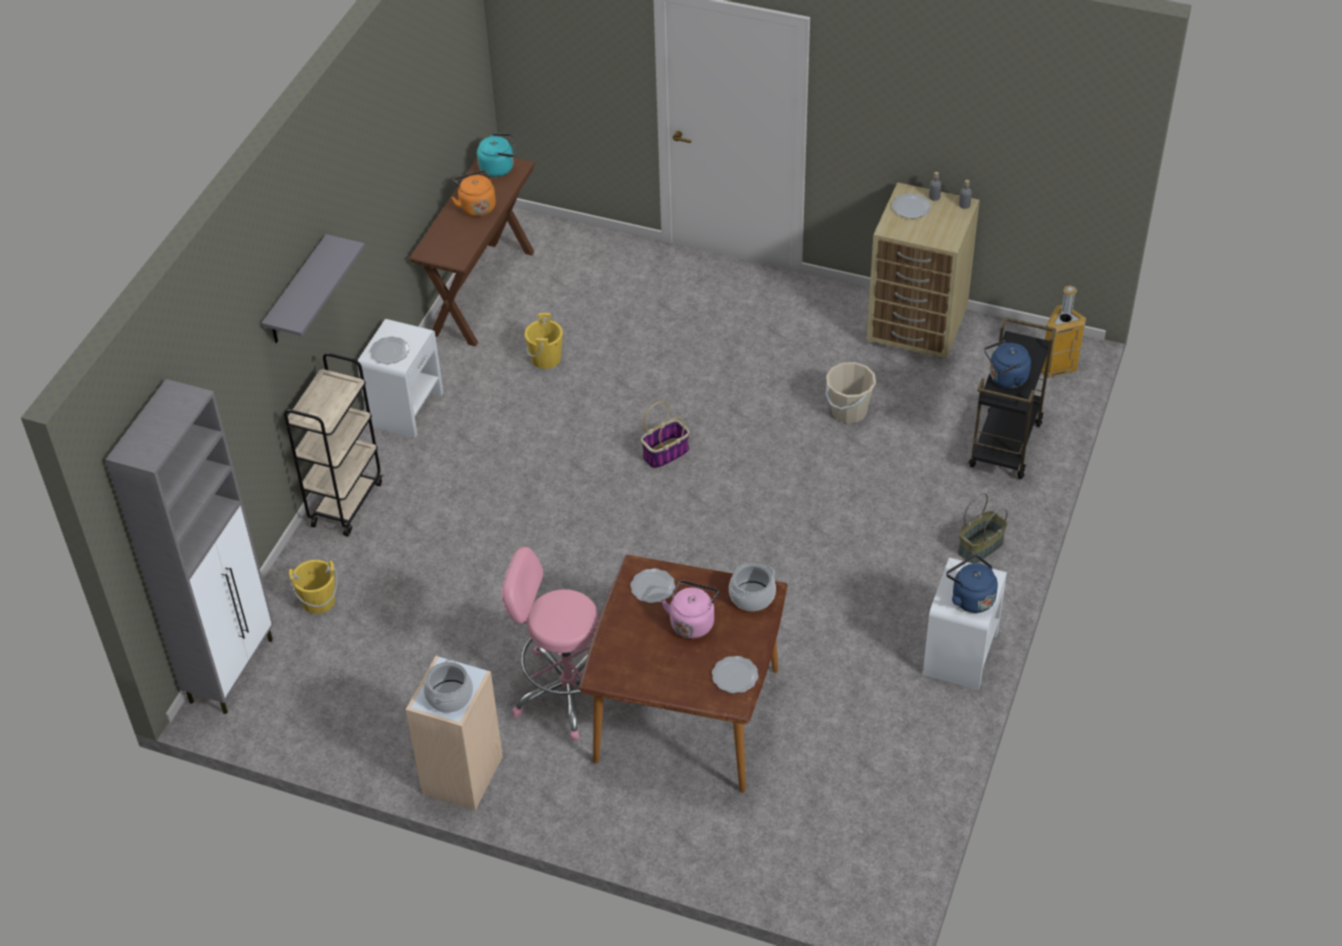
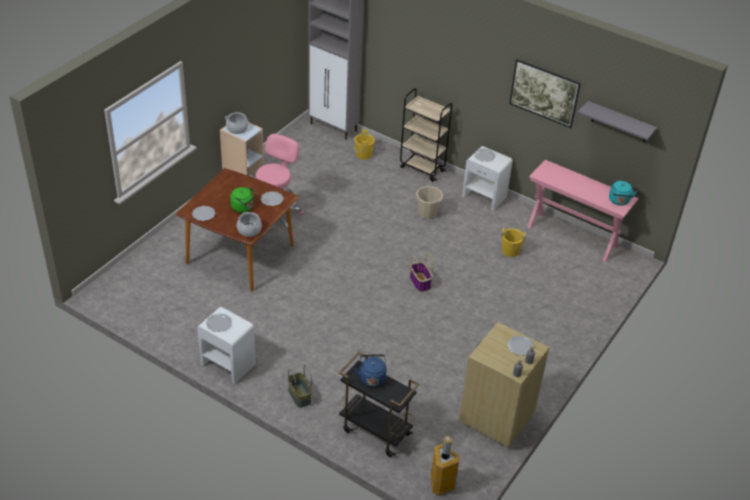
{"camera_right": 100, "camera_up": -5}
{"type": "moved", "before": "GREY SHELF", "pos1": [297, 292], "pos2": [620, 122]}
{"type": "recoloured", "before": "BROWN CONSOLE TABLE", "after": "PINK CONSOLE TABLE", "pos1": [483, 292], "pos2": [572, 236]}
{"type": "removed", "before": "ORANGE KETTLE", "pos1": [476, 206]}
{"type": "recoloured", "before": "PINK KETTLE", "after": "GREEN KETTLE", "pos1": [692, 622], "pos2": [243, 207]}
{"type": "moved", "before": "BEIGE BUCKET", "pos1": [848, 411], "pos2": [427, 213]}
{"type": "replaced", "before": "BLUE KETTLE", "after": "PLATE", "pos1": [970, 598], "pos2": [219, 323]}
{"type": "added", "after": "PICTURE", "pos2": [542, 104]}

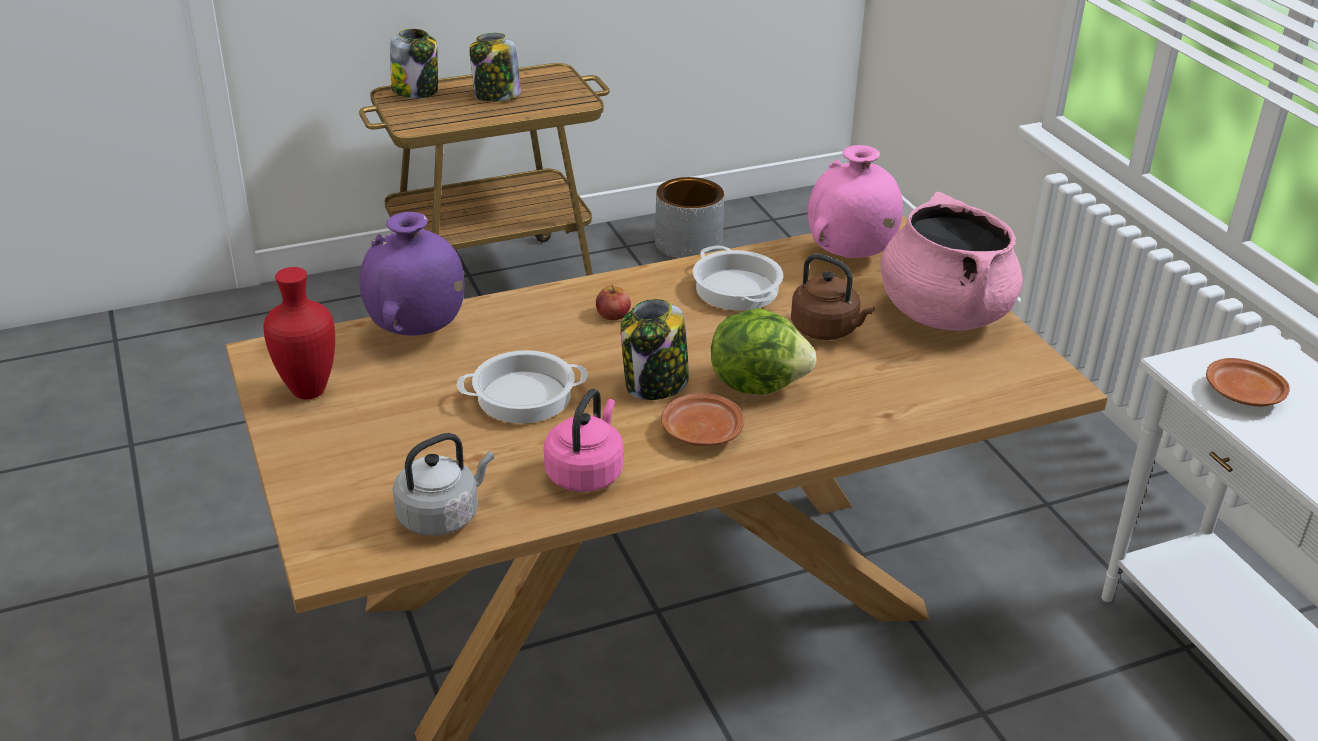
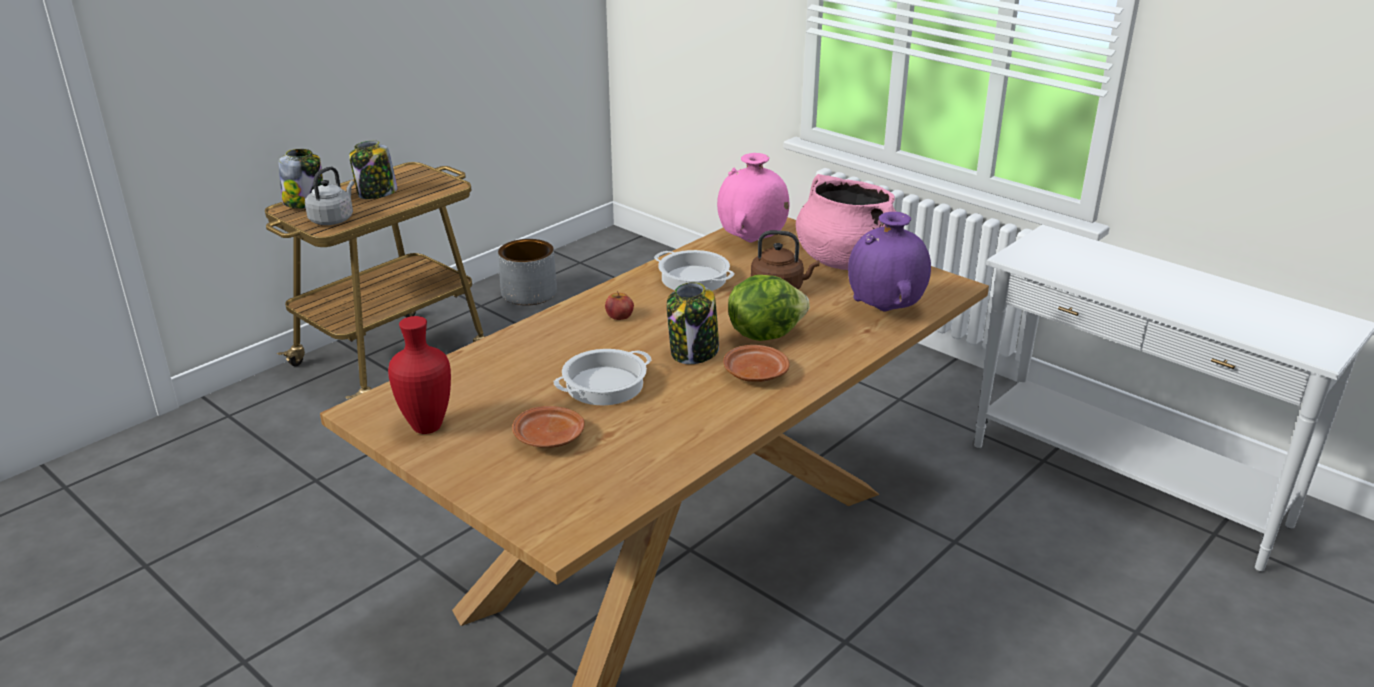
{"camera_right": -25, "camera_up": -5}
{"type": "moved", "before": "PURPLE VASE", "pos1": [417, 332], "pos2": [885, 309]}
{"type": "moved", "before": "GREY KETTLE", "pos1": [442, 515], "pos2": [333, 219]}
{"type": "removed", "before": "PINK KETTLE", "pos1": [586, 472]}
{"type": "moved", "before": "BROWN PLATE", "pos1": [1244, 395], "pos2": [550, 438]}

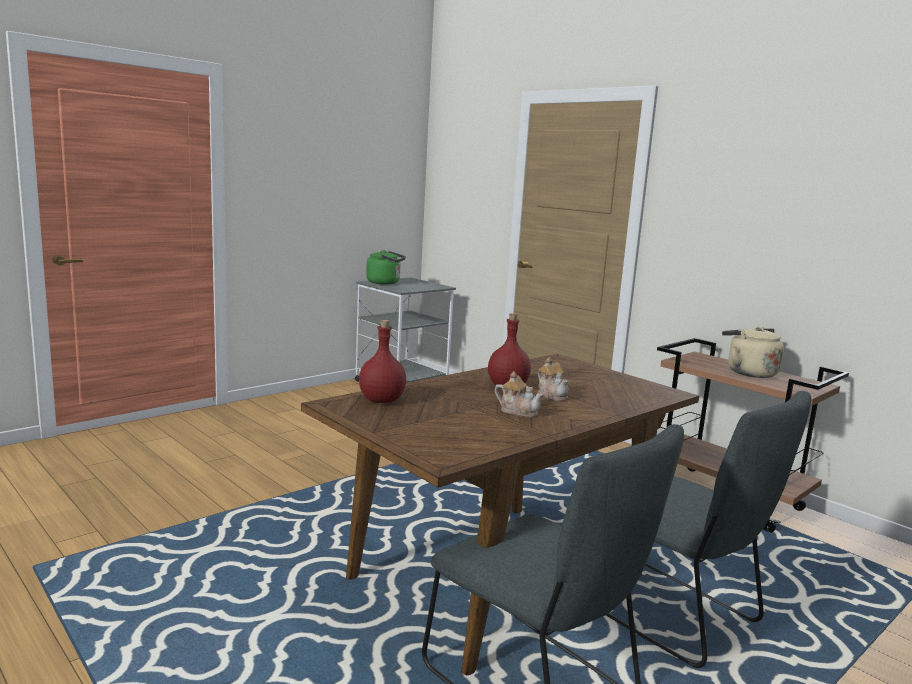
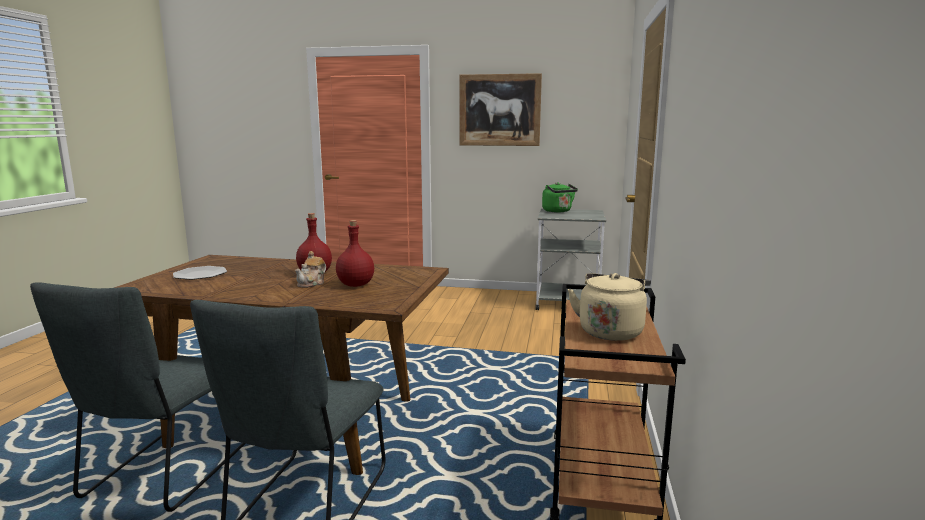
{"camera_right": 55, "camera_up": 0}
{"type": "moved", "before": "RED BOTTLE", "pos1": [382, 400], "pos2": [355, 285]}
{"type": "removed", "before": "TEAPOT", "pos1": [518, 411]}
{"type": "added", "after": "PLATE", "pos2": [200, 274]}
{"type": "added", "after": "PICTURE", "pos2": [499, 110]}

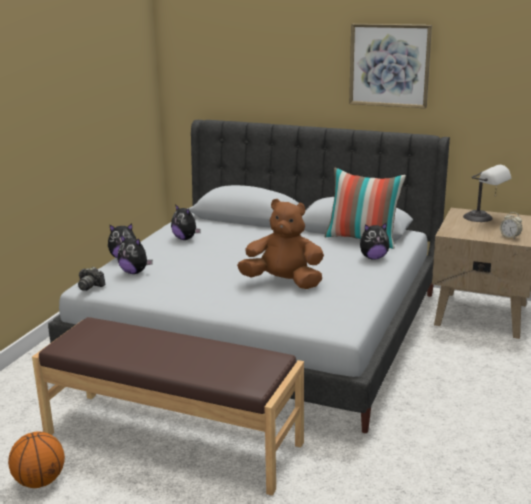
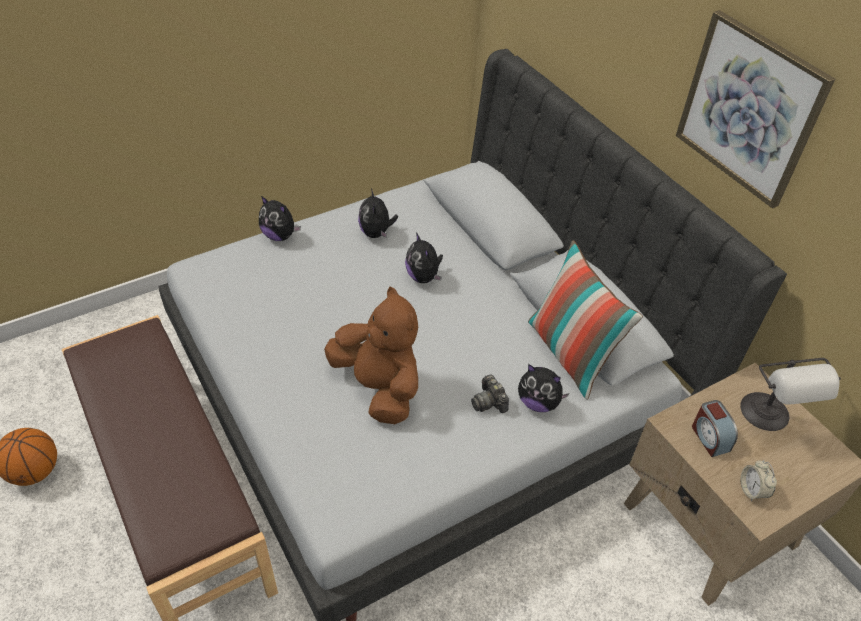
{"camera_right": 35, "camera_up": 25}
{"type": "moved", "before": "PHOTO CAMERA", "pos1": [90, 286], "pos2": [489, 402]}
{"type": "moved", "before": "PLUSH TOY", "pos1": [135, 272], "pos2": [423, 277]}
{"type": "added", "after": "ALARM CLOCK", "pos2": [709, 438]}

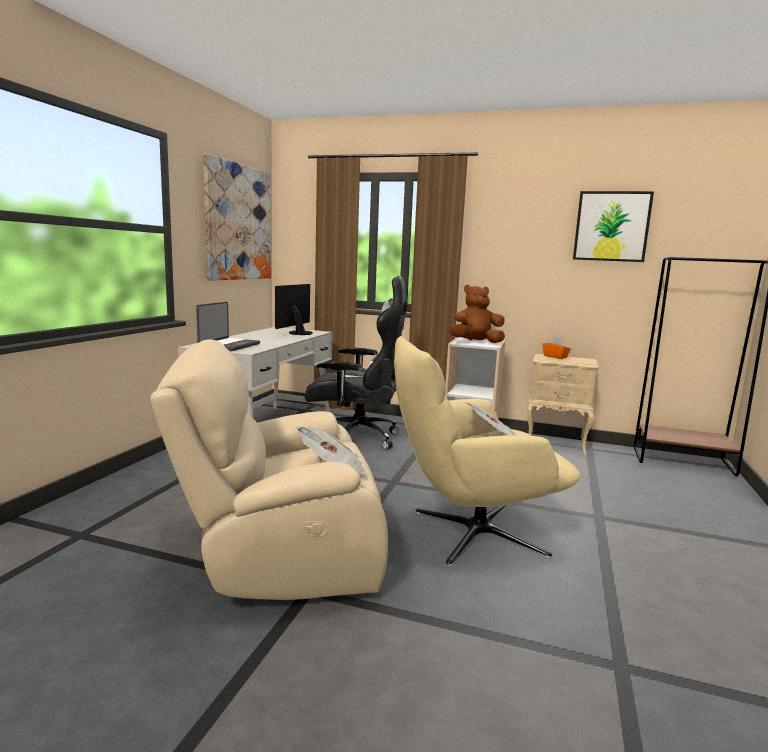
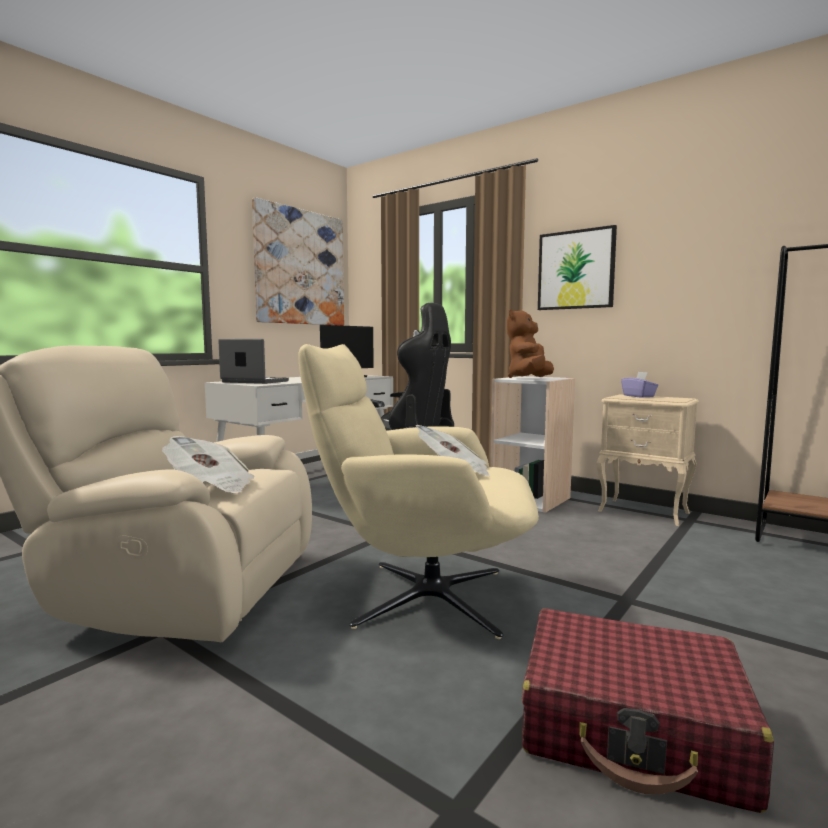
{"camera_right": 20, "camera_up": -5}
{"type": "turned", "before": "LAPTOP", "pos1": [228, 345], "pos2": [254, 382], "turn": -105}
{"type": "turned", "before": "BROWN PLUSH TOY", "pos1": [475, 342], "pos2": [529, 378], "turn": -75}
{"type": "recoloured", "before": "ORANGE TISSUE BOX", "after": "PURPLE TISSUE BOX", "pos1": [555, 357], "pos2": [639, 396]}
{"type": "moved", "before": "PICTURE", "pos1": [611, 226], "pos2": [576, 270]}
{"type": "added", "after": "RED SUITCASE", "pos2": [632, 727]}

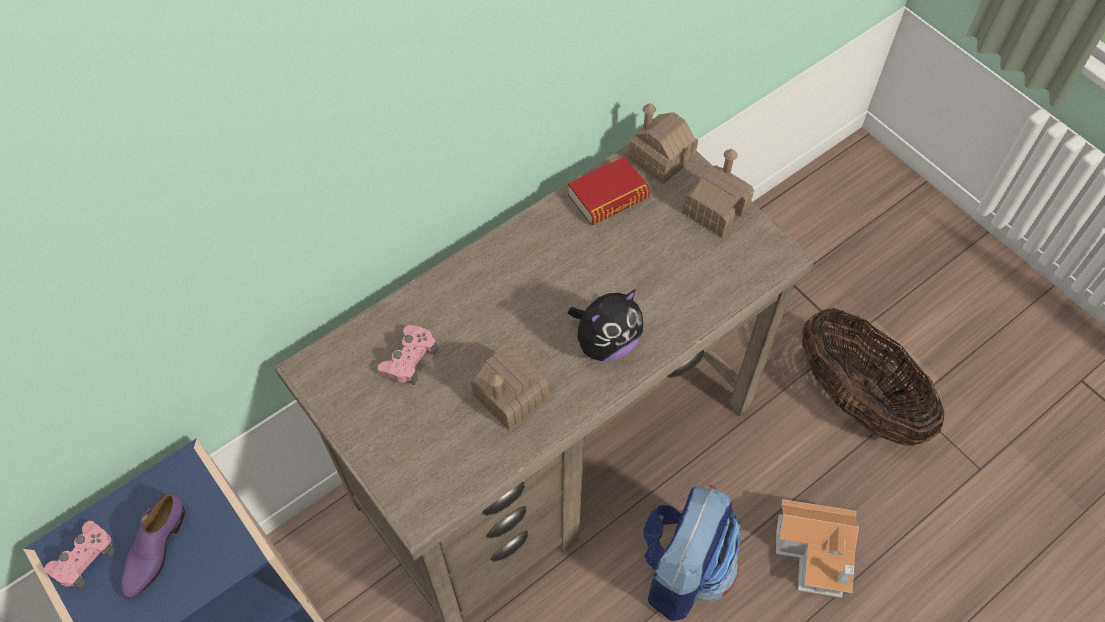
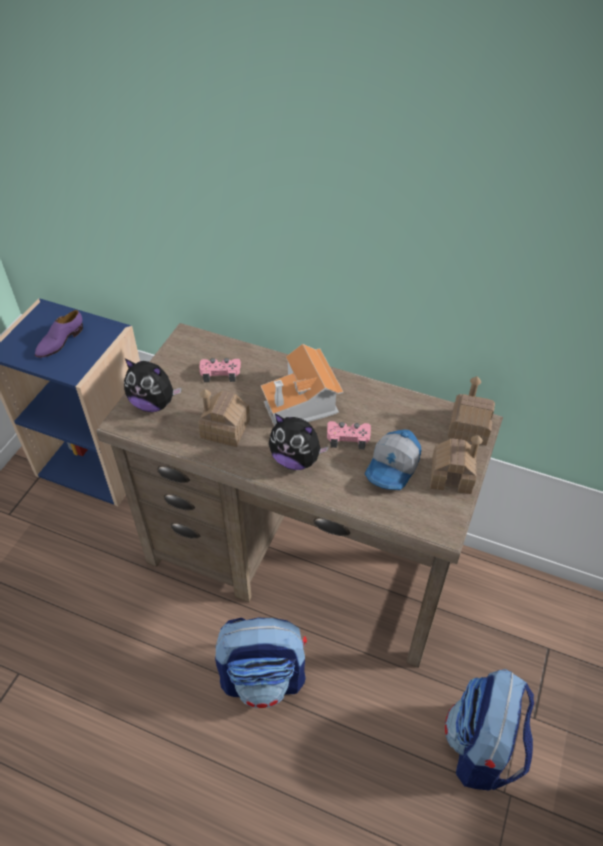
{"camera_right": 60, "camera_up": -10}
{"type": "moved", "before": "PINK GAME CONTROLLER", "pos1": [84, 558], "pos2": [348, 437]}
{"type": "turned", "before": "PURPLE SHOE", "pos1": [155, 550], "pos2": [60, 342], "turn": -45}
{"type": "removed", "before": "BOOK", "pos1": [608, 197]}
{"type": "moved", "before": "TOY HOUSE", "pos1": [816, 554], "pos2": [301, 404]}
{"type": "replaced", "before": "BASKET", "after": "BACKPACK", "pos1": [857, 400], "pos2": [482, 747]}
{"type": "added", "after": "PLUSH TOY", "pos2": [154, 403]}
{"type": "added", "after": "CAP", "pos2": [393, 468]}

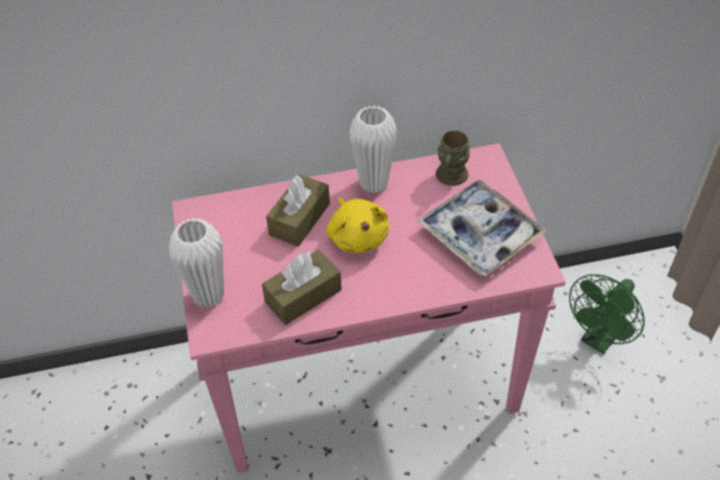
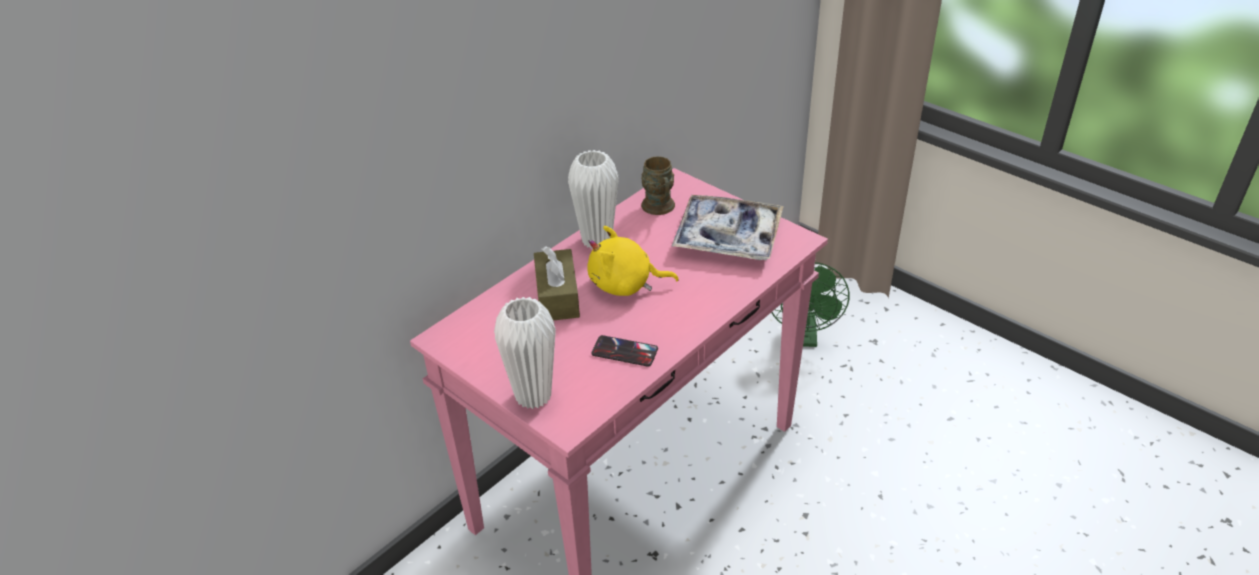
{"camera_right": -35, "camera_up": -10}
{"type": "replaced", "before": "BROWN TISSUE BOX", "after": "PHONE", "pos1": [303, 296], "pos2": [624, 351]}
{"type": "turned", "before": "YELLOW PLUSH TOY", "pos1": [358, 236], "pos2": [625, 285], "turn": 150}

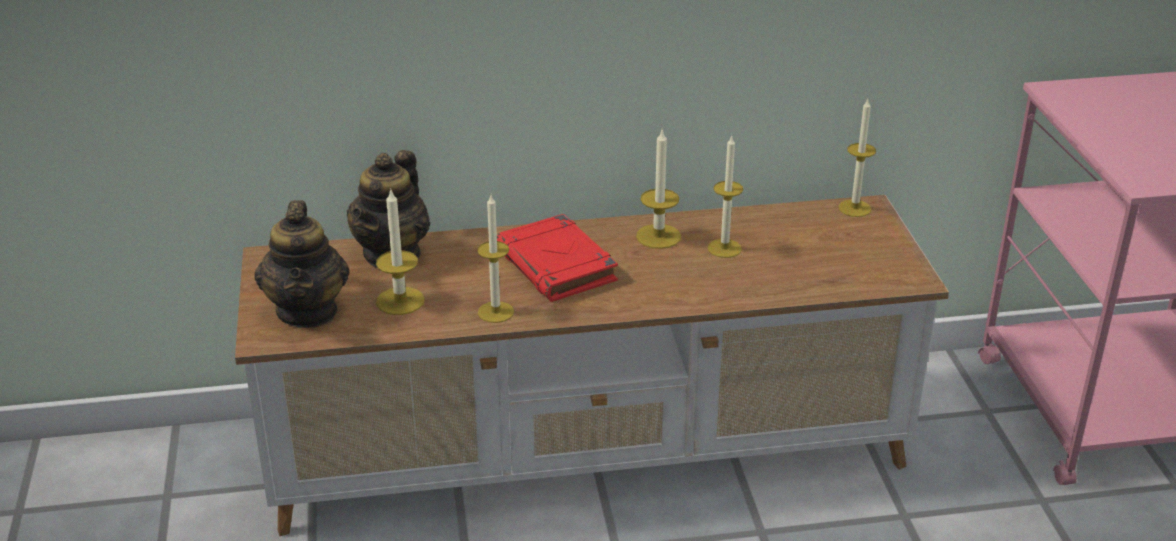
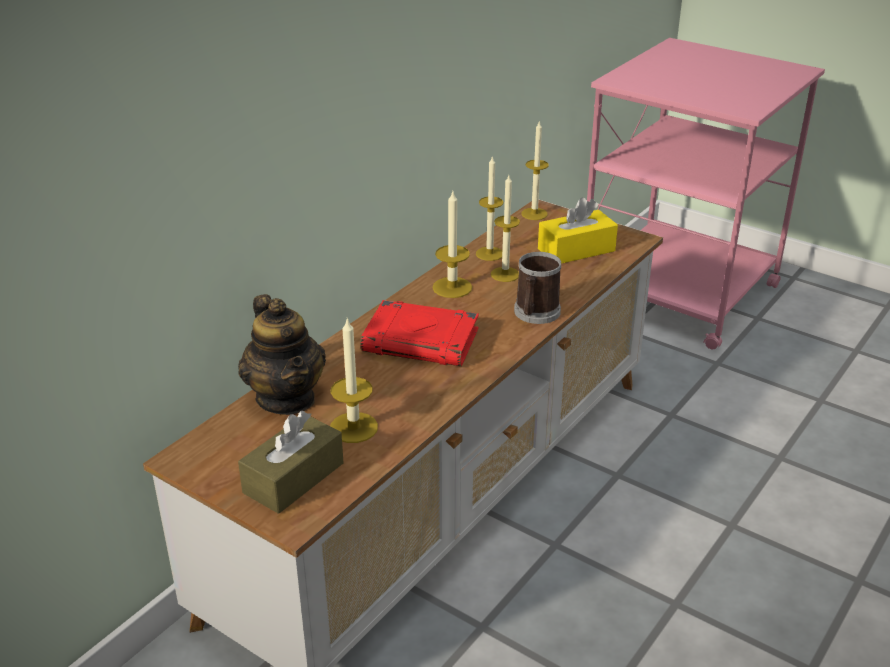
{"camera_right": -45, "camera_up": 0}
{"type": "replaced", "before": "TEAPOT", "after": "BROWN TISSUE BOX", "pos1": [308, 311], "pos2": [294, 478]}
{"type": "moved", "before": "CANDLE", "pos1": [495, 312], "pos2": [489, 254]}
{"type": "added", "after": "MUG", "pos2": [535, 314]}
{"type": "added", "after": "YELLOW TISSUE BOX", "pos2": [576, 250]}

